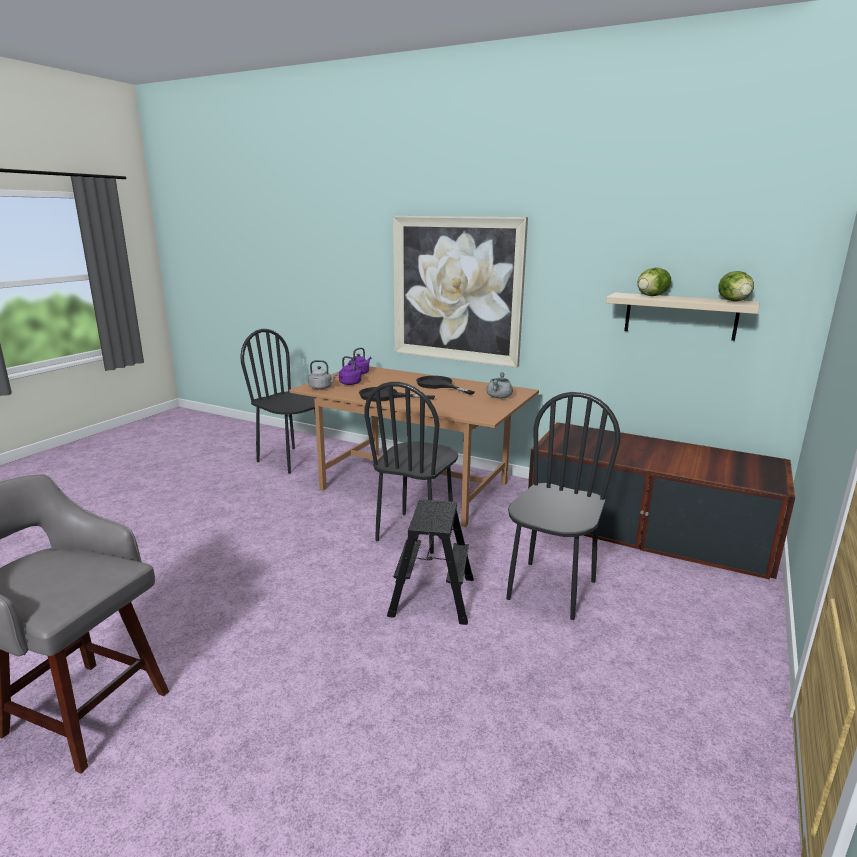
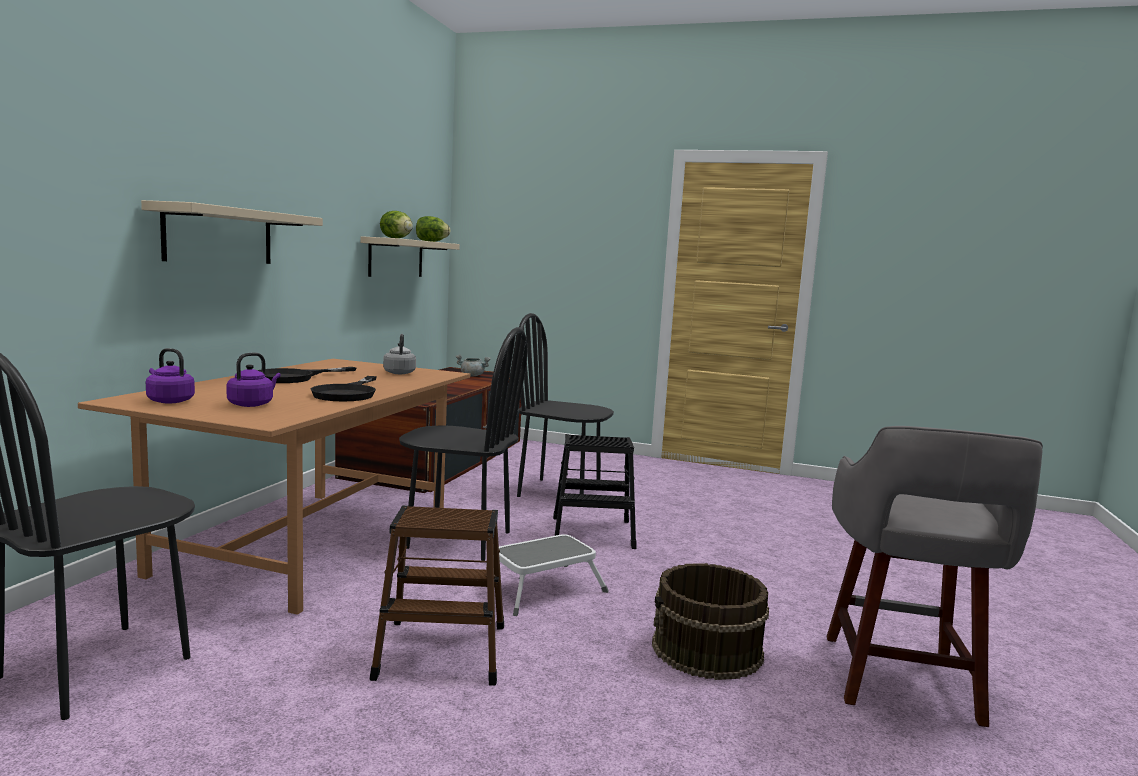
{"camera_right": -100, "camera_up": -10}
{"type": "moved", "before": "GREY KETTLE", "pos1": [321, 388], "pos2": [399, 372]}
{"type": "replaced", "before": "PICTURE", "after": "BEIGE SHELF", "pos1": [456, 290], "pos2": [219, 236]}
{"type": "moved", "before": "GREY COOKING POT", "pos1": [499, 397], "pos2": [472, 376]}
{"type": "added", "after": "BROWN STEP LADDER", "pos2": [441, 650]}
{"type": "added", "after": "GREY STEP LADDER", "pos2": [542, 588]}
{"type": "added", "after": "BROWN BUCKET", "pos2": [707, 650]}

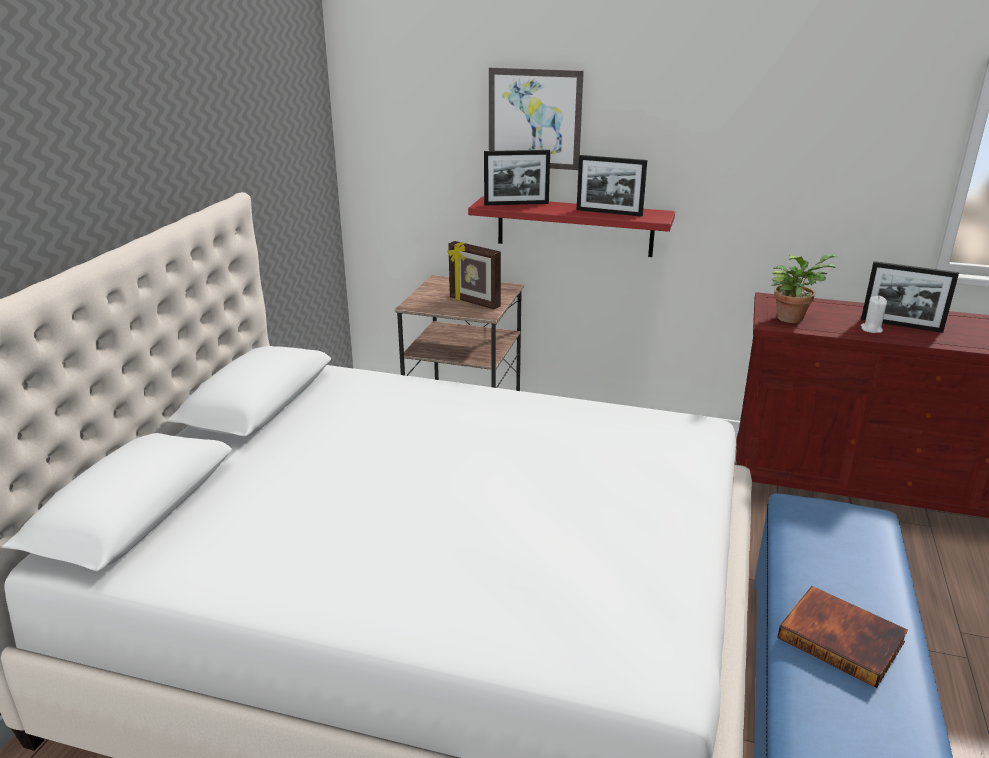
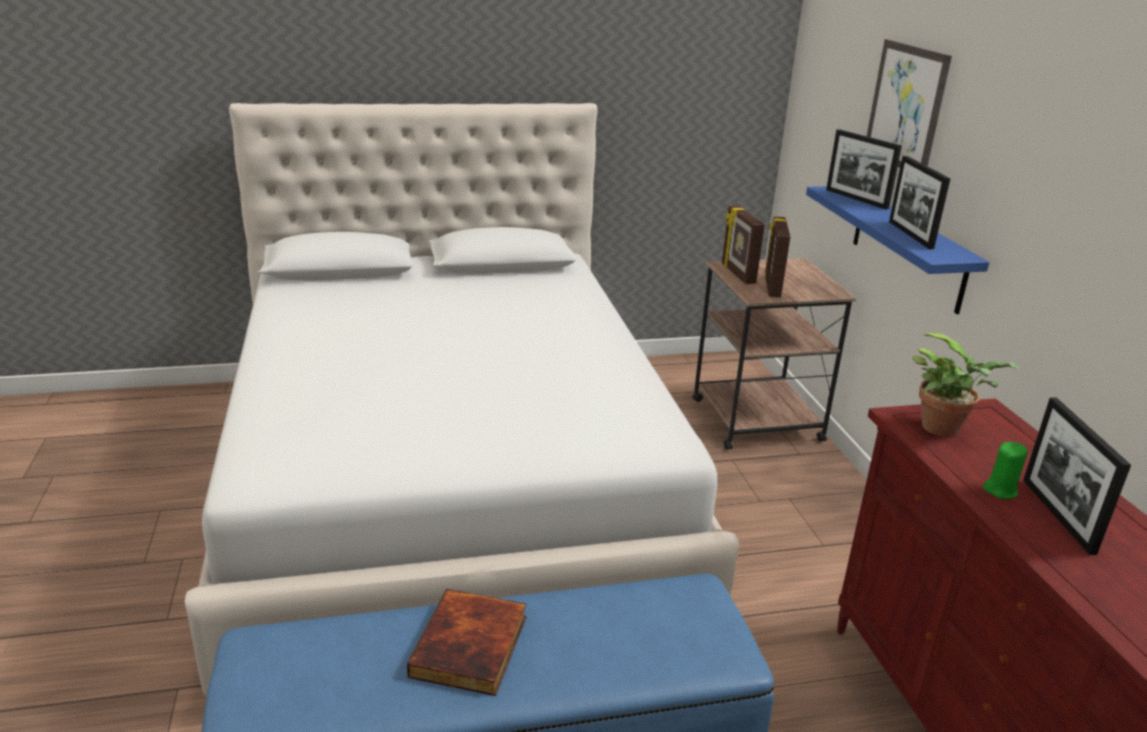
{"camera_right": 60, "camera_up": 0}
{"type": "recoloured", "before": "RED SHELF", "after": "BLUE SHELF", "pos1": [574, 226], "pos2": [908, 247]}
{"type": "recoloured", "before": "WHITE CANDLE", "after": "GREEN CANDLE", "pos1": [871, 329], "pos2": [1000, 490]}
{"type": "added", "after": "PICTURE FRAME", "pos2": [737, 274]}

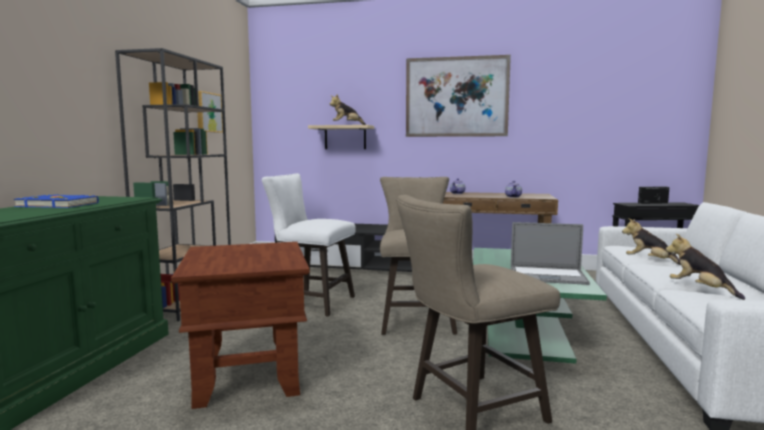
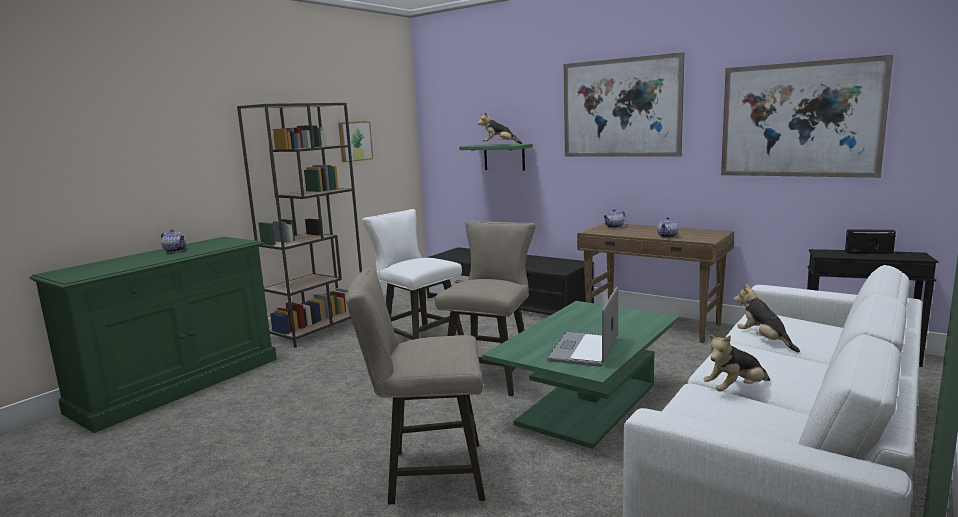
{"camera_right": 25, "camera_up": 5}
{"type": "replaced", "before": "BLUE BOOK", "after": "TEAPOT", "pos1": [58, 205], "pos2": [175, 250]}
{"type": "removed", "before": "BROWN SIDE TABLE", "pos1": [248, 375]}
{"type": "recoloured", "before": "BEIGE SHELF", "after": "GREEN SHELF", "pos1": [345, 137], "pos2": [504, 157]}
{"type": "turned", "before": "LAPTOP", "pos1": [547, 276], "pos2": [584, 349], "turn": 75}
{"type": "turned", "before": "PLUSH TOY", "pos1": [700, 290], "pos2": [735, 389], "turn": -105}
{"type": "added", "after": "PICTURE", "pos2": [799, 120]}

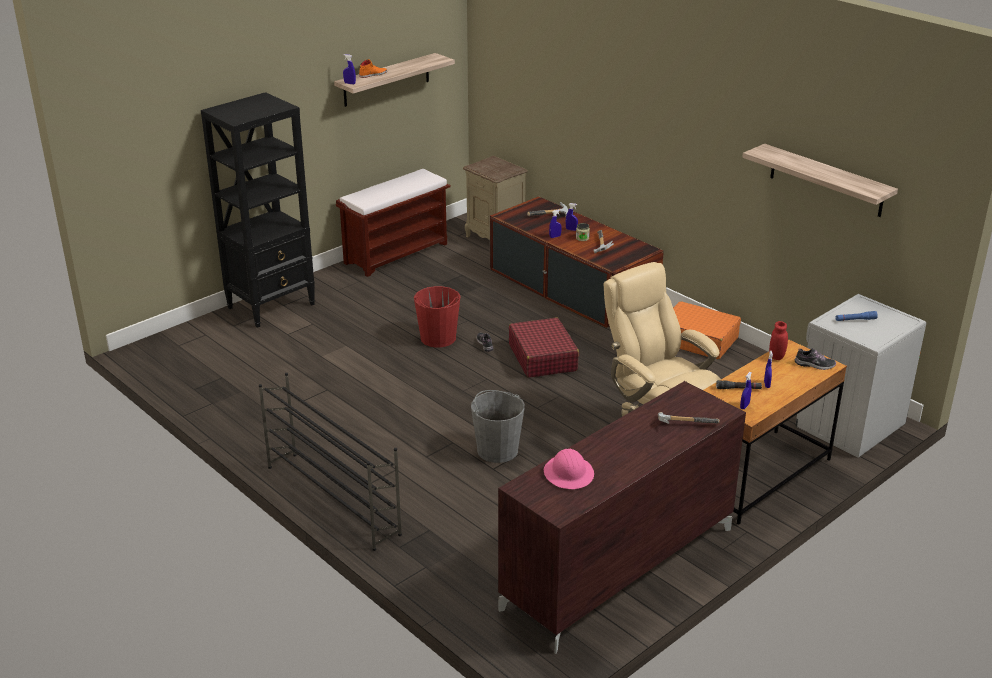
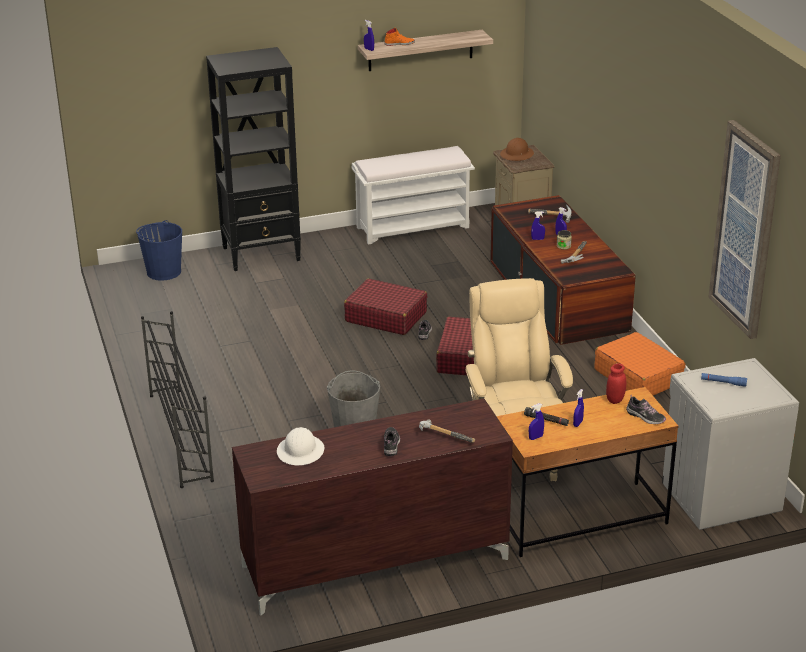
{"camera_right": 25, "camera_up": 0}
{"type": "recoloured", "before": "BROWN BENCH", "after": "WHITE BENCH", "pos1": [396, 253], "pos2": [413, 227]}
{"type": "replaced", "before": "RED BUCKET", "after": "RED SUITCASE", "pos1": [438, 338], "pos2": [385, 317]}
{"type": "recoloured", "before": "PINK HARD HAT", "after": "WHITE HARD HAT", "pos1": [569, 473], "pos2": [300, 451]}
{"type": "replaced", "before": "SHELF", "after": "PICTURE", "pos1": [826, 180], "pos2": [745, 230]}
{"type": "added", "after": "BLUE BUCKET", "pos2": [163, 272]}
{"type": "added", "after": "SHOE", "pos2": [391, 445]}
{"type": "added", "after": "BROWN HARD HAT", "pos2": [517, 154]}

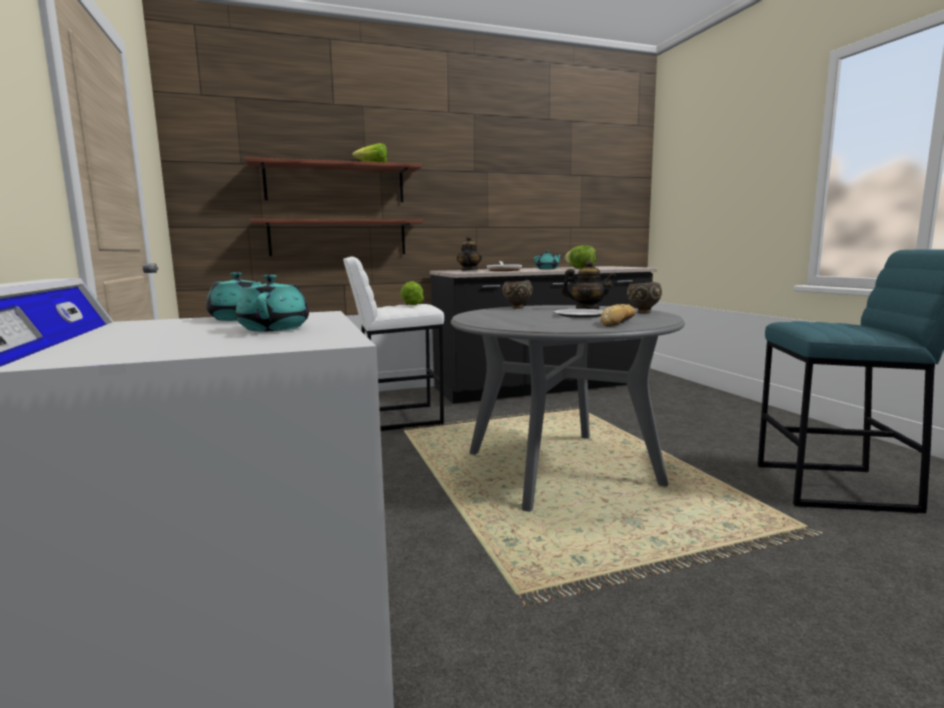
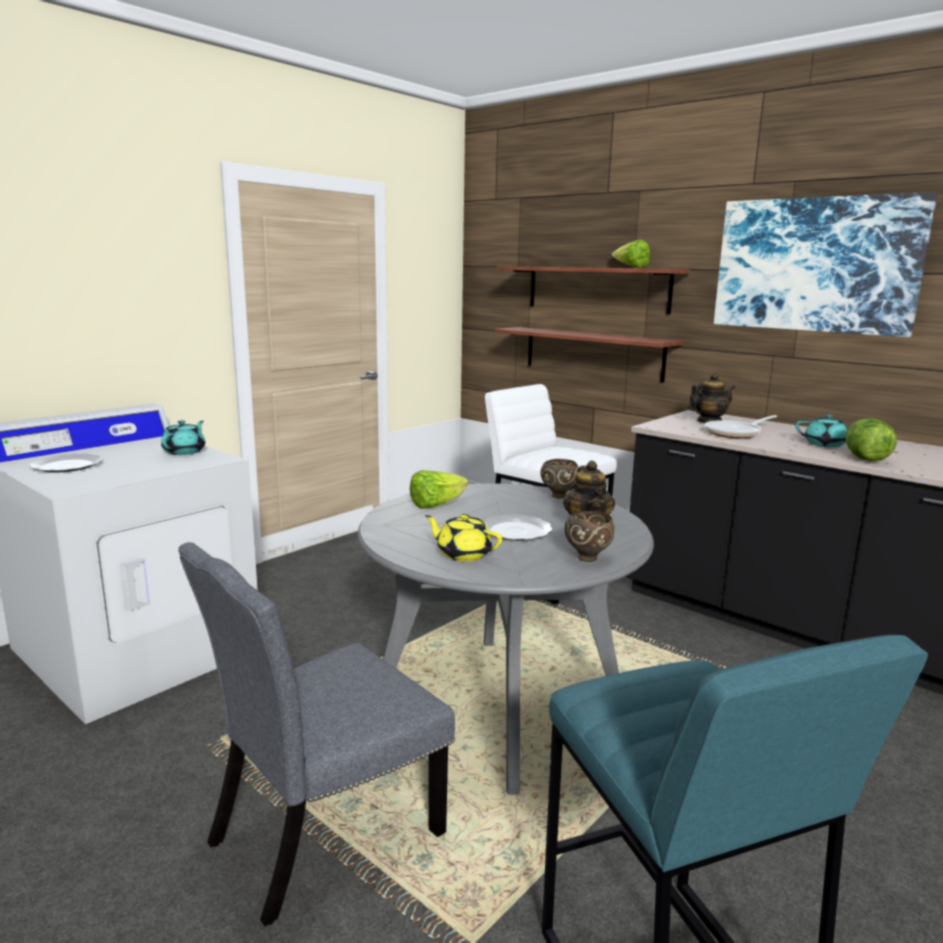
{"camera_right": 60, "camera_up": 5}
{"type": "removed", "before": "TURQUOISE TEAPOT", "pos1": [275, 328]}
{"type": "moved", "before": "LETTUCE", "pos1": [413, 304], "pos2": [436, 505]}
{"type": "replaced", "before": "BREAD", "after": "YELLOW TEAPOT", "pos1": [618, 322], "pos2": [463, 554]}
{"type": "added", "after": "PLATE", "pos2": [66, 466]}
{"type": "added", "after": "GREY CHAIR", "pos2": [328, 831]}
{"type": "added", "after": "PICTURE", "pos2": [815, 265]}

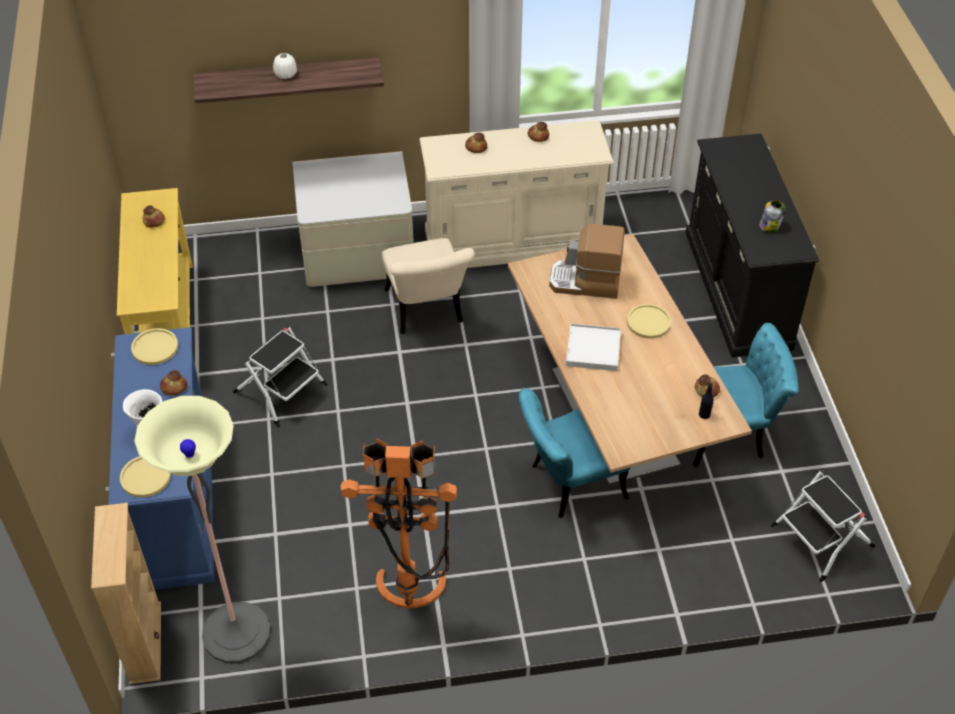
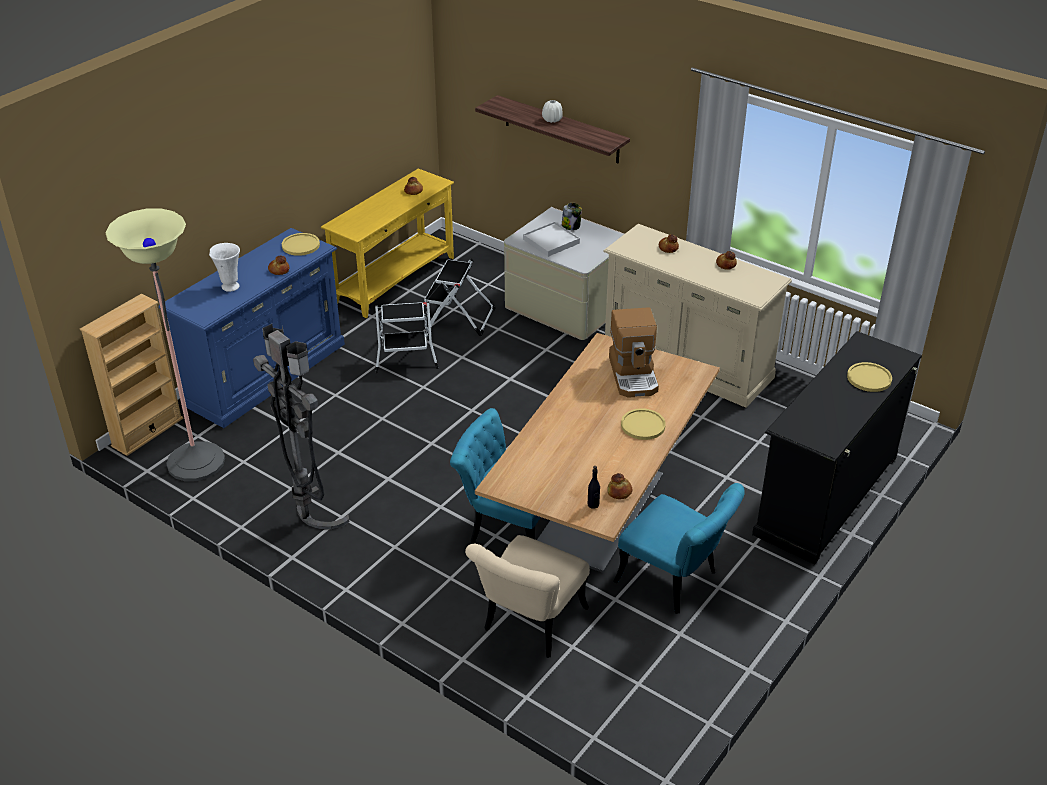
{"camera_right": 45, "camera_up": -10}
{"type": "moved", "before": "YELLOW PLATE", "pos1": [145, 477], "pos2": [869, 378]}
{"type": "recoloured", "before": "ORANGE FLOOR LAMP", "after": "GREY FLOOR LAMP", "pos1": [409, 600], "pos2": [310, 517]}
{"type": "moved", "before": "BEIGE CHAIR", "pos1": [427, 312], "pos2": [529, 626]}
{"type": "turned", "before": "COFFEE MACHINE", "pos1": [585, 282], "pos2": [634, 375], "turn": -150}
{"type": "moved", "before": "WHITE TRAY", "pos1": [593, 349], "pos2": [551, 241]}
{"type": "moved", "before": "JAR", "pos1": [769, 226], "pos2": [571, 226]}
{"type": "moved", "before": "STEP LADDER", "pos1": [822, 538], "pos2": [459, 317]}

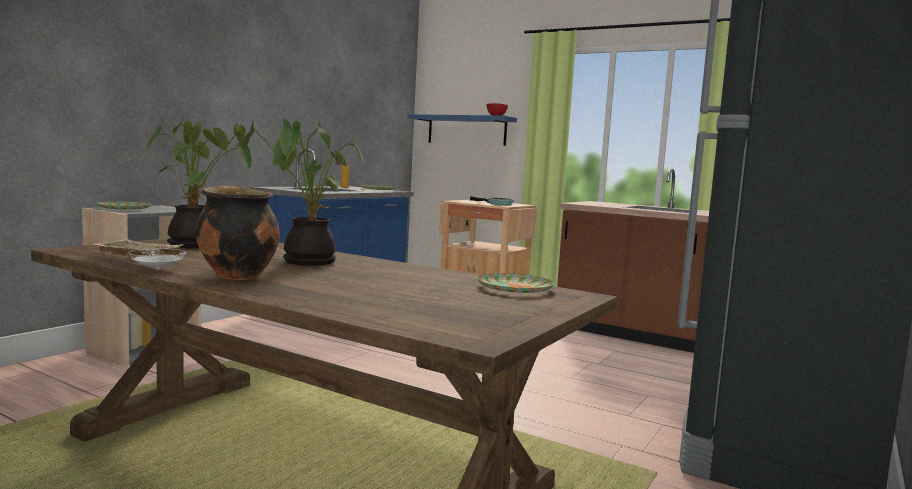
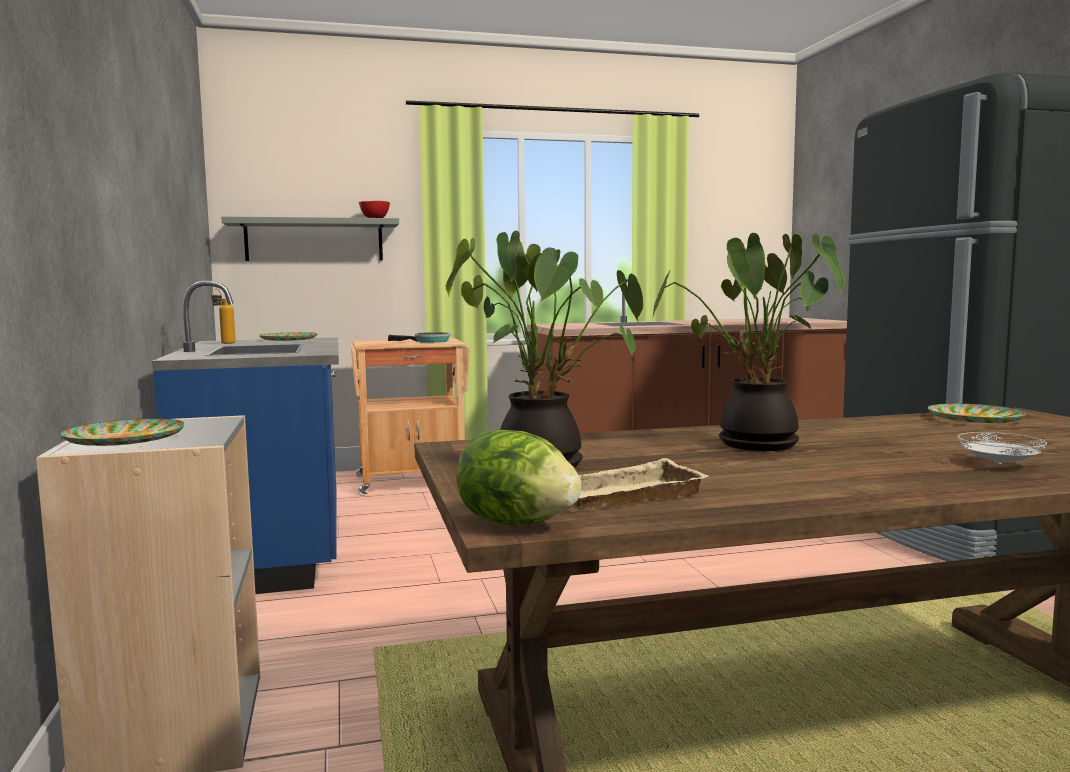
{"camera_right": -45, "camera_up": 0}
{"type": "moved", "before": "WHITE PLATE", "pos1": [158, 269], "pos2": [1000, 464]}
{"type": "removed", "before": "COOKING POT", "pos1": [236, 275]}
{"type": "recoloured", "before": "BLUE SHELF", "after": "GREY SHELF", "pos1": [466, 130], "pos2": [314, 240]}
{"type": "added", "after": "LETTUCE", "pos2": [517, 523]}

